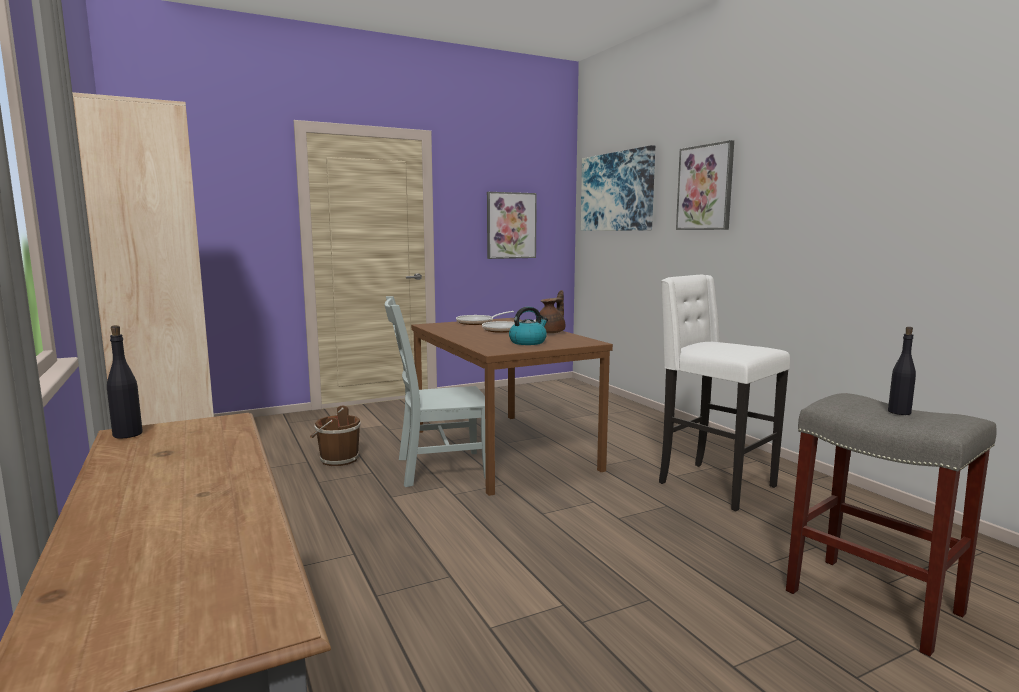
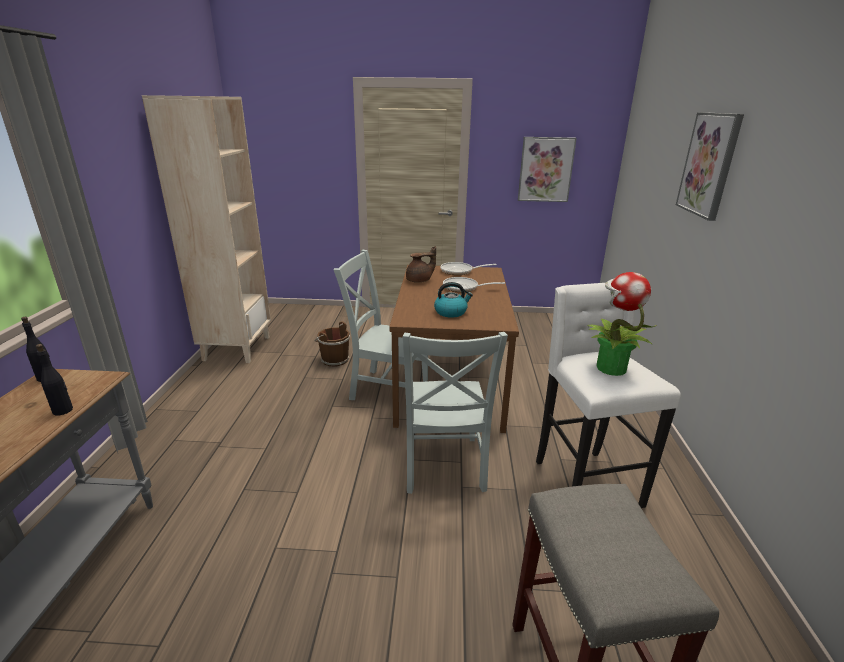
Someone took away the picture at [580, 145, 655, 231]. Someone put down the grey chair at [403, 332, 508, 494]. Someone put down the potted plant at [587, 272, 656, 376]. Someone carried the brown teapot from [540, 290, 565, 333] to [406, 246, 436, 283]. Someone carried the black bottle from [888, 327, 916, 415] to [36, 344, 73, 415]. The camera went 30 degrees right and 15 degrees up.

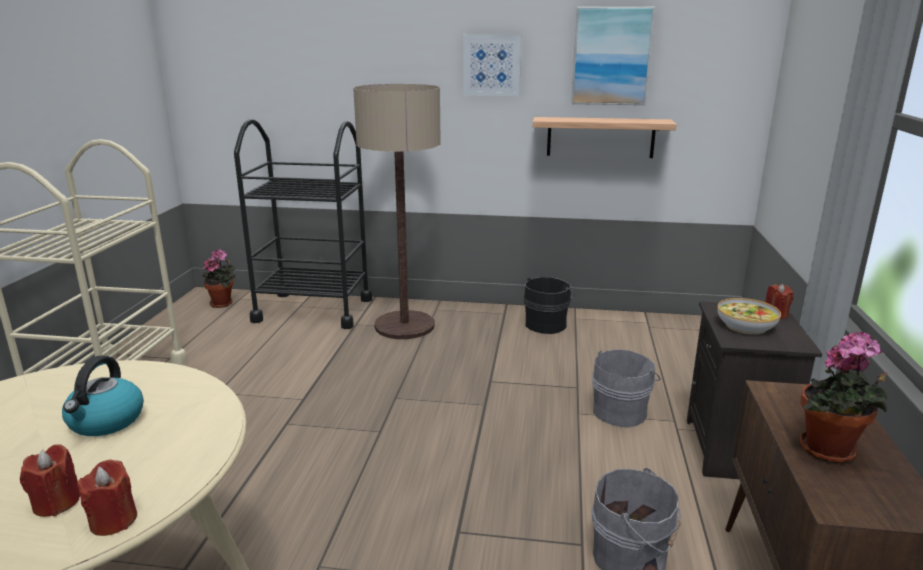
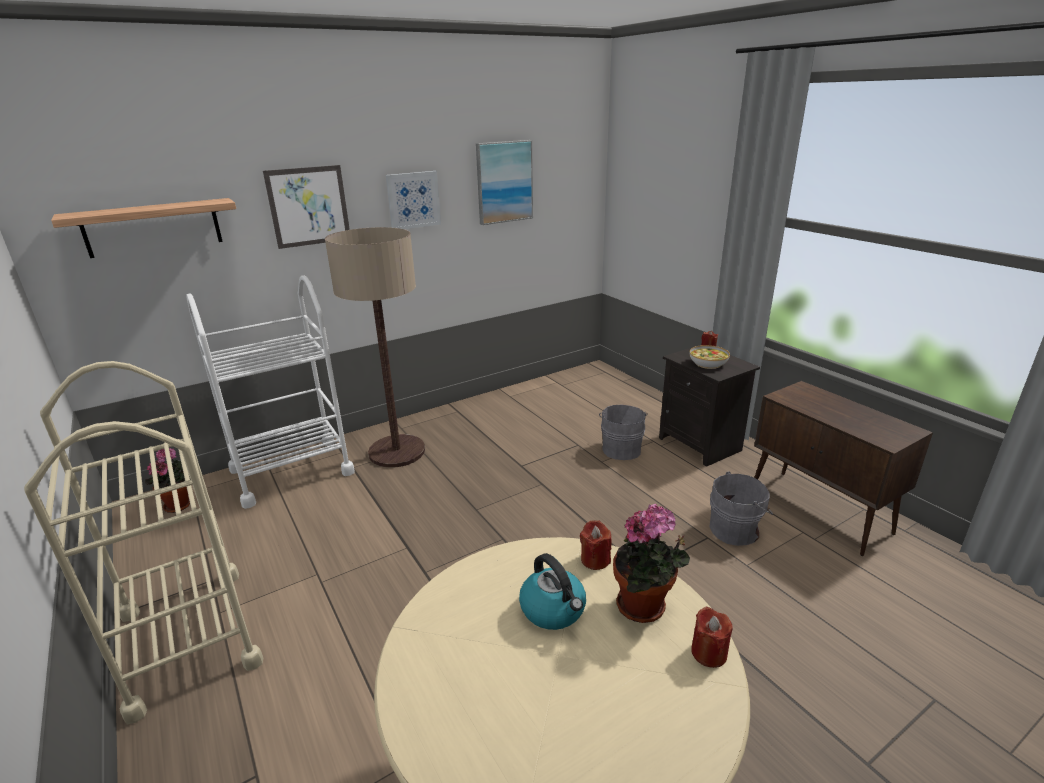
Someone took away the black bucket at [524, 277, 575, 334]. Someone put up the picture at [263, 165, 350, 249]. Someone carried the red candle from [20, 444, 80, 517] to [580, 520, 612, 570]. Someone carried the shelf from [533, 117, 677, 158] to [51, 198, 236, 258]. Someone carried the potted plant from [799, 331, 887, 463] to [613, 504, 690, 623]. Someone repainted the black cart at [234, 119, 372, 329], which became the white cart at [186, 275, 355, 509]. The camera went 40 degrees left and 5 degrees up.

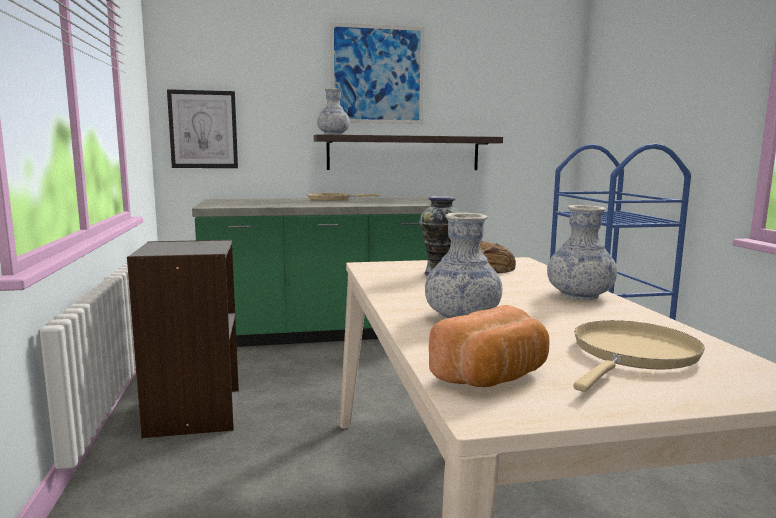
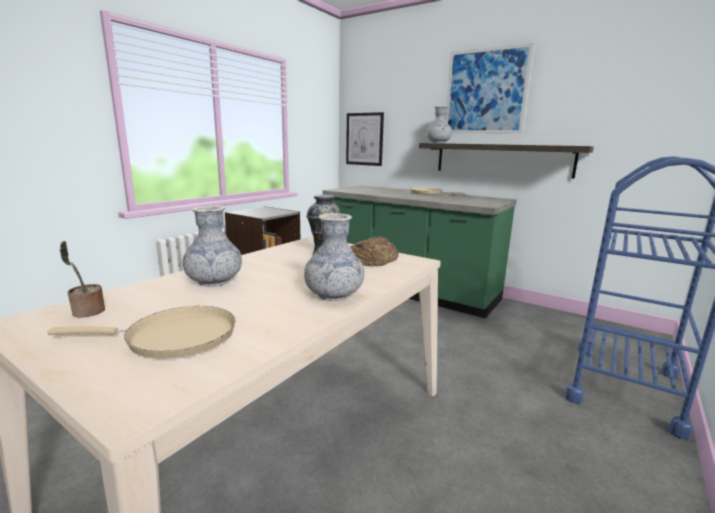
Someone swapped the bread at [429, 305, 549, 387] for the potted plant at [60, 241, 105, 317]. The camera went 45 degrees right and 5 degrees up.

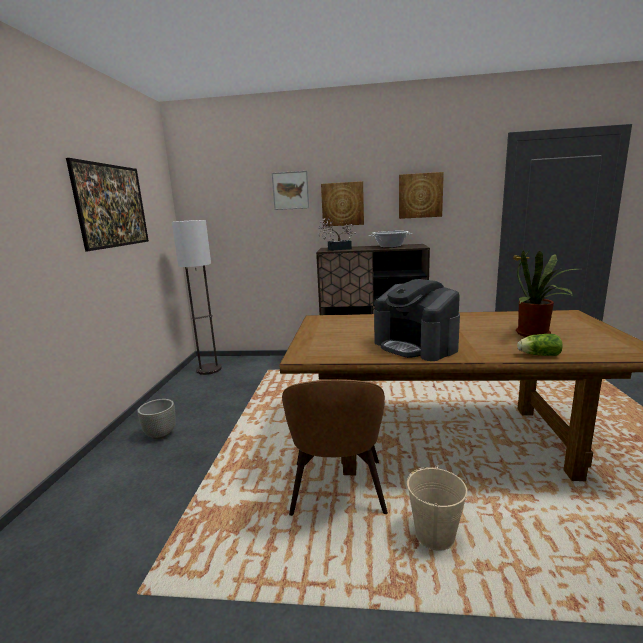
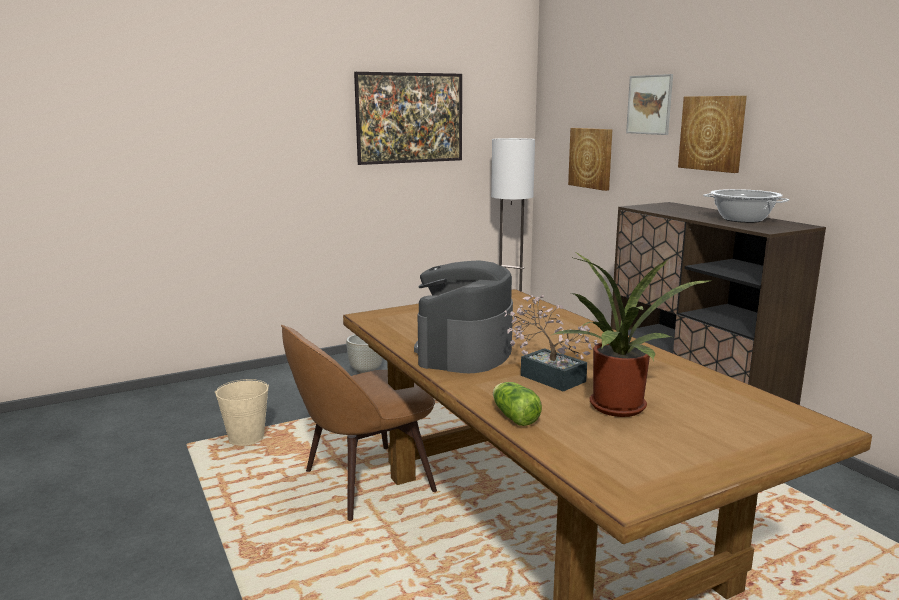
Someone carried the potted plant from [318, 218, 356, 251] to [504, 295, 598, 392]. Someone carried the picture from [399, 172, 444, 219] to [568, 128, 612, 191]. Someone carried the beige bucket from [407, 465, 467, 551] to [215, 379, 269, 446]. The camera went 55 degrees right and 0 degrees up.

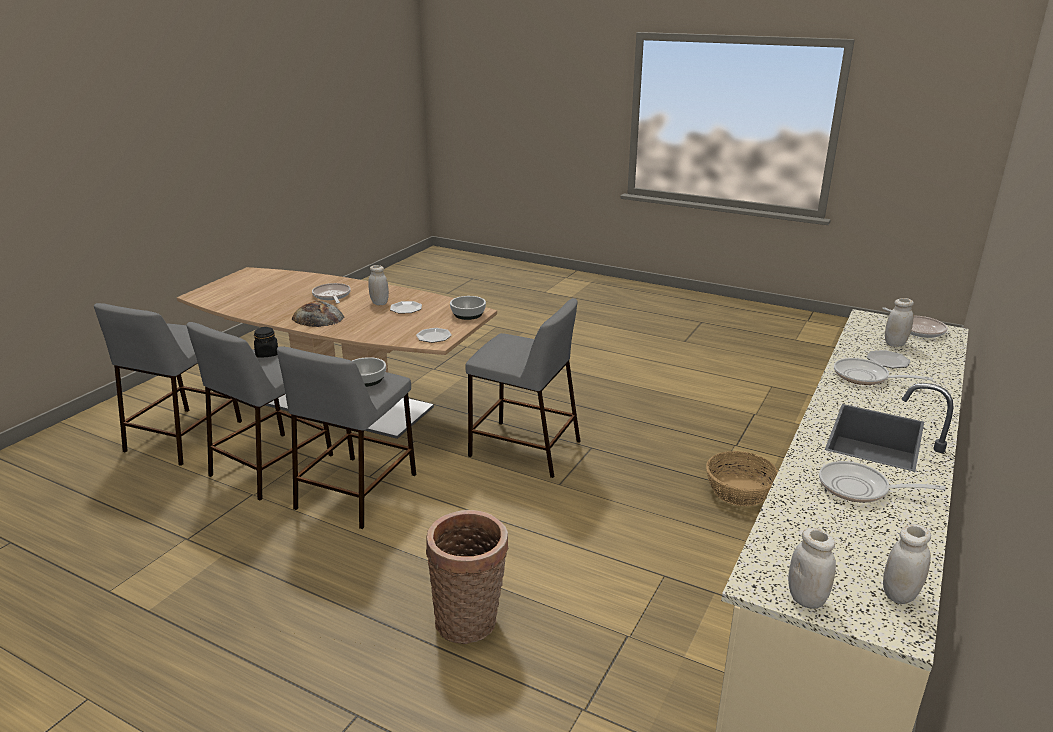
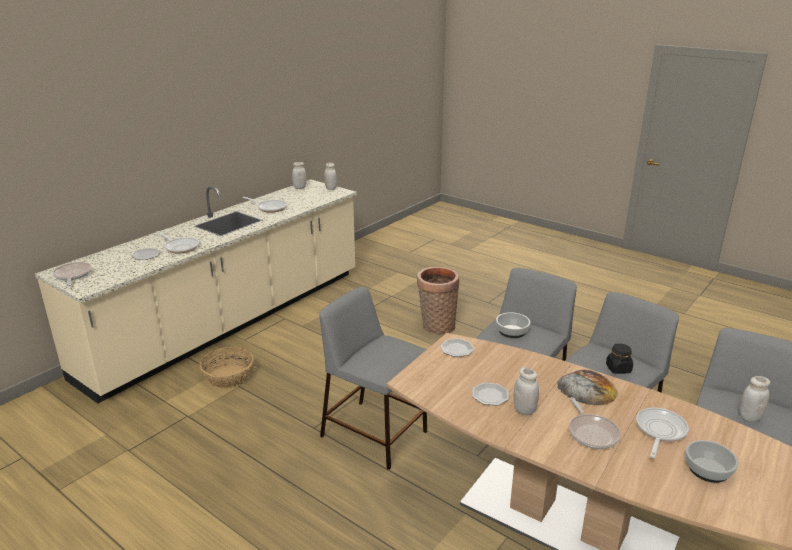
Someone put down the frying pan at [636, 408, 689, 458]. Someone carried the bowl from [450, 296, 486, 320] to [685, 440, 739, 483]. Someone carried the white jar from [885, 298, 914, 347] to [739, 376, 770, 422]. The camera went 170 degrees left and 0 degrees up.

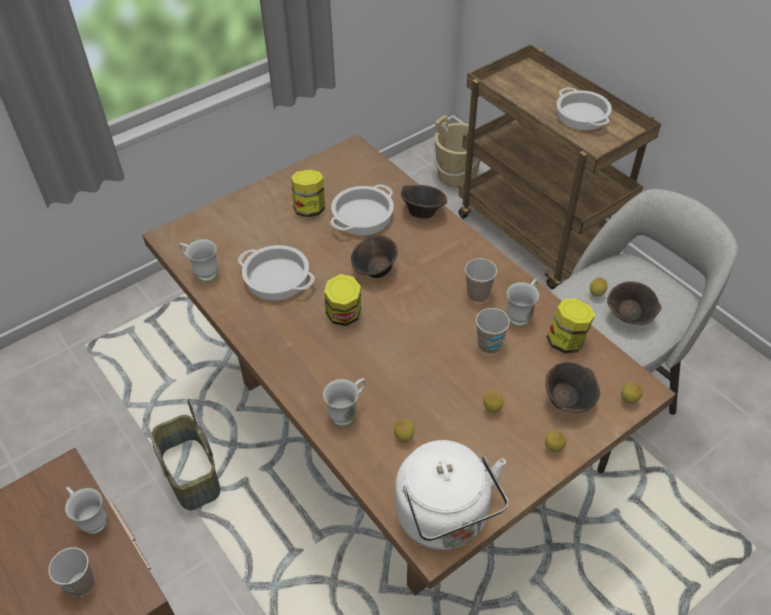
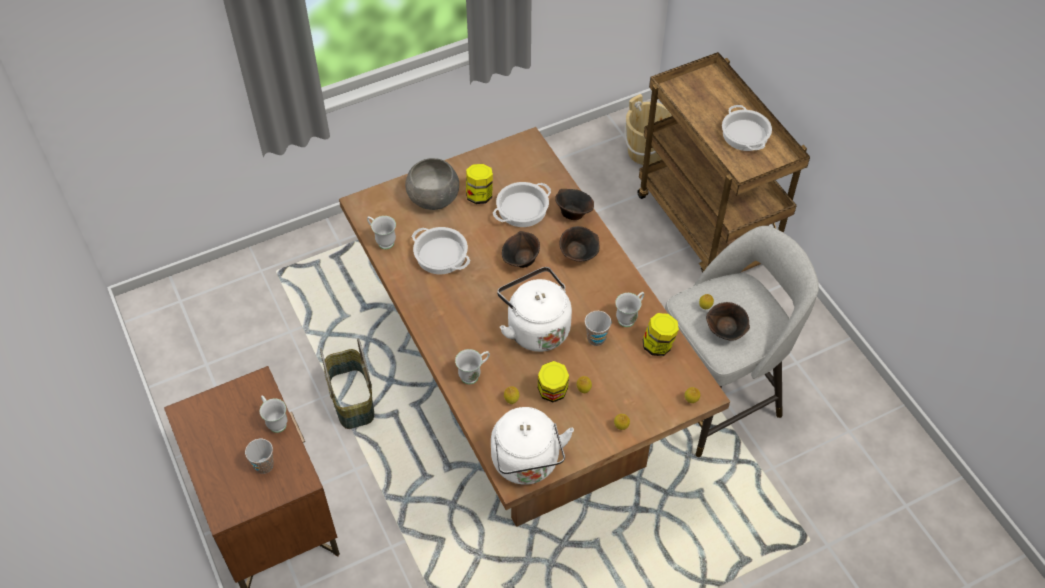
Someone took away the cup at [465, 258, 497, 302]. Someone put down the grey bowl at [405, 158, 459, 210]. Someone put down the white kettle at [497, 267, 572, 352]. Someone carried the jar from [324, 274, 361, 326] to [538, 361, 569, 402]. Someone carried the brown bowl from [545, 362, 600, 413] to [559, 226, 599, 262]. The camera went 10 degrees right and 5 degrees up.

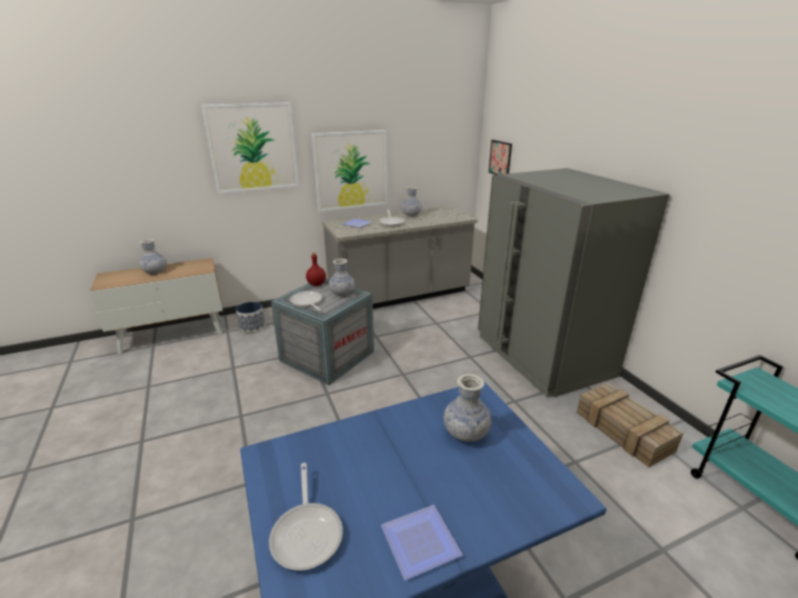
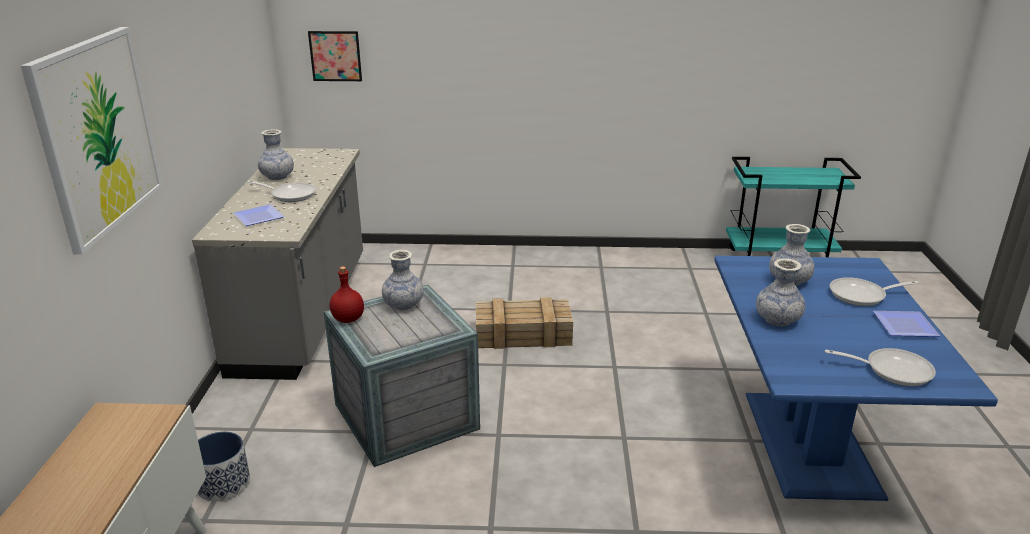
Someone took away the picture at [312, 130, 387, 212]. Someone took away the grey fridge at [478, 168, 670, 398]. Someone carried the vase from [139, 239, 167, 274] to [756, 259, 805, 326]. Someone carried the frying pan from [290, 291, 322, 311] to [830, 278, 919, 306]. Someone carried the crate from [577, 383, 683, 468] to [476, 297, 573, 349]. The camera went 65 degrees left and 0 degrees up.

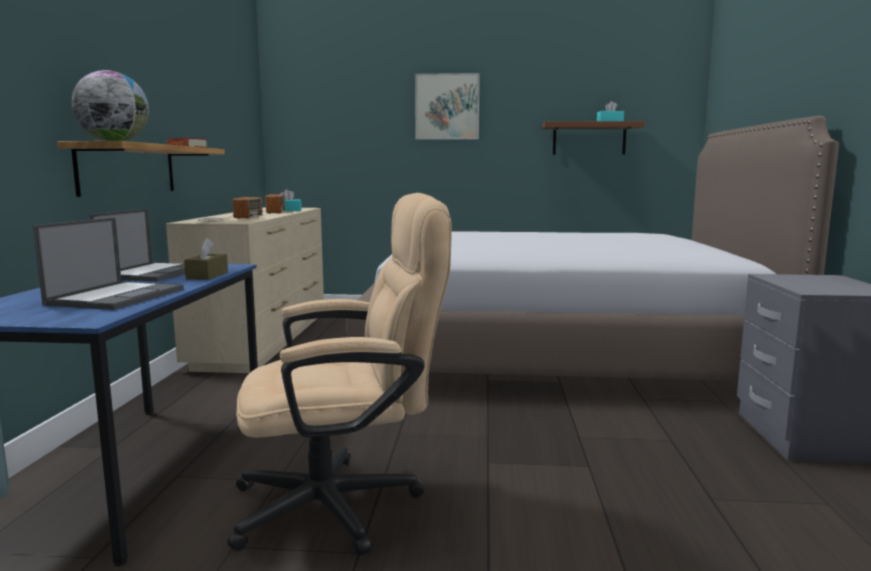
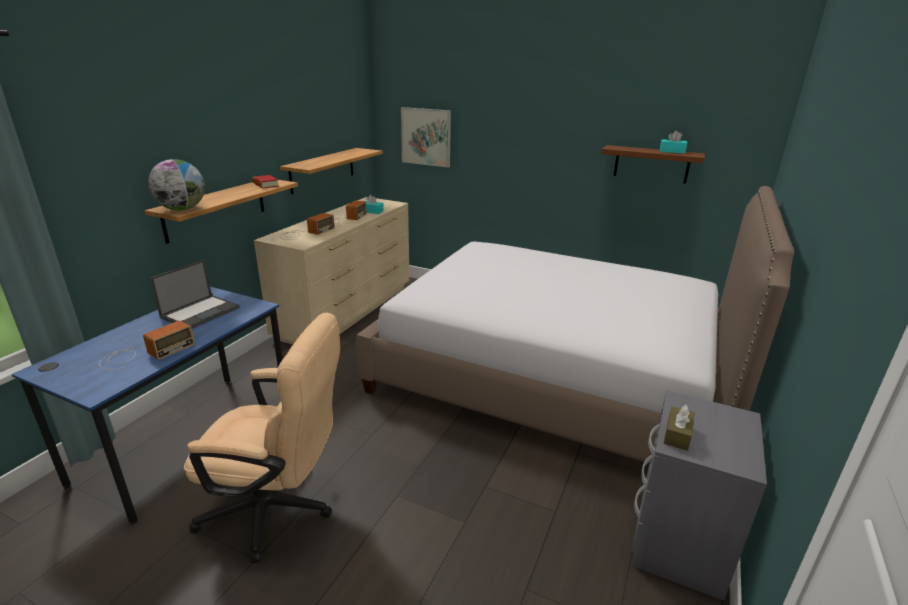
Someone put up the shelf at [280, 148, 383, 194]. Someone carried the brown tissue box from [184, 238, 228, 280] to [664, 404, 695, 451]. Someone carried the picture from [415, 73, 480, 140] to [401, 107, 451, 168]. Someone swapped the laptop at [33, 217, 184, 310] for the radio at [99, 321, 195, 371]. The camera went 20 degrees right and 15 degrees up.

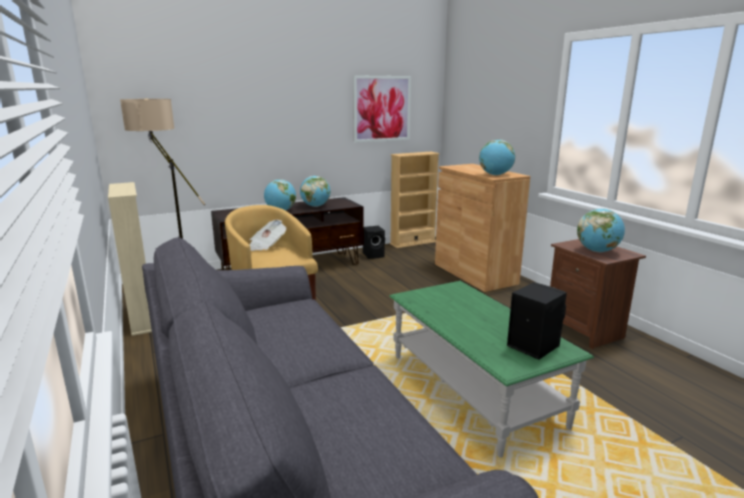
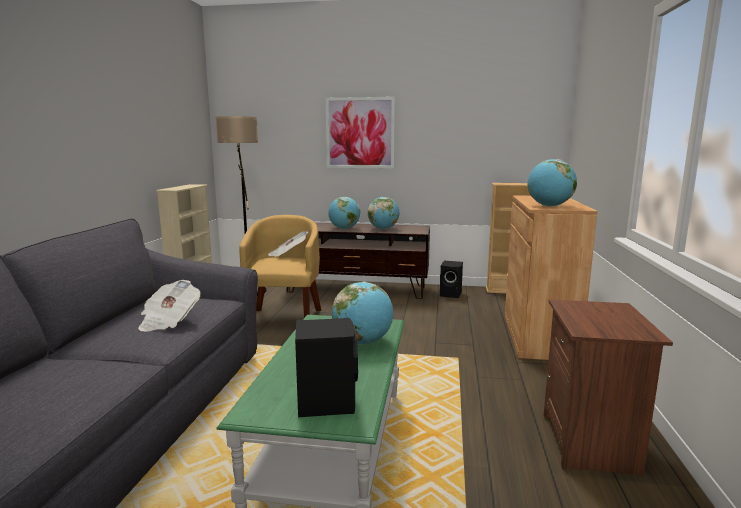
Someone put down the newspaper at [138, 280, 200, 332]. Someone carried the picture from [353, 75, 411, 143] to [325, 97, 395, 169]. Someone carried the globe from [577, 208, 625, 252] to [332, 282, 393, 345]. The camera went 35 degrees right and 5 degrees down.

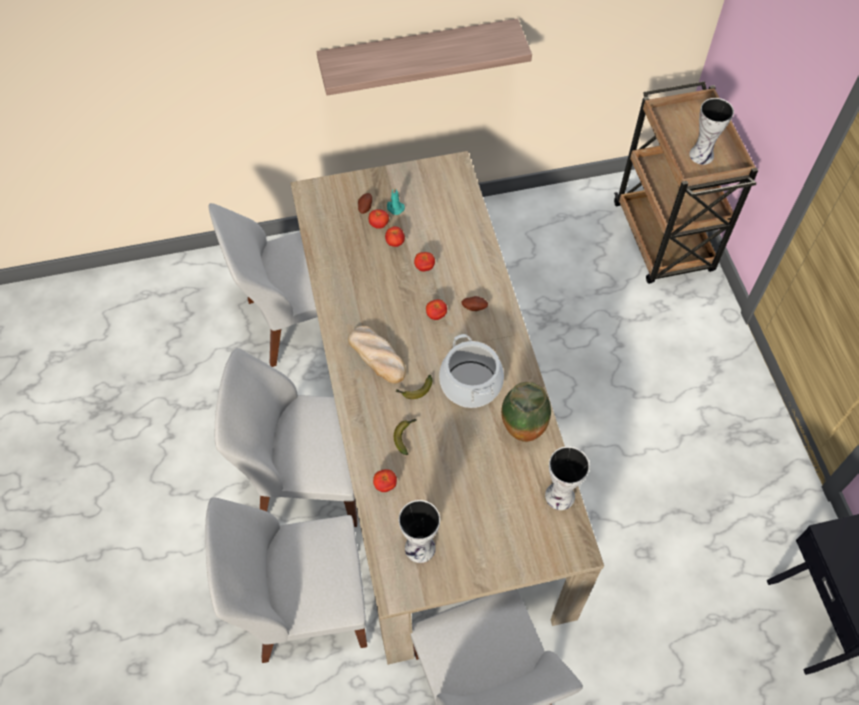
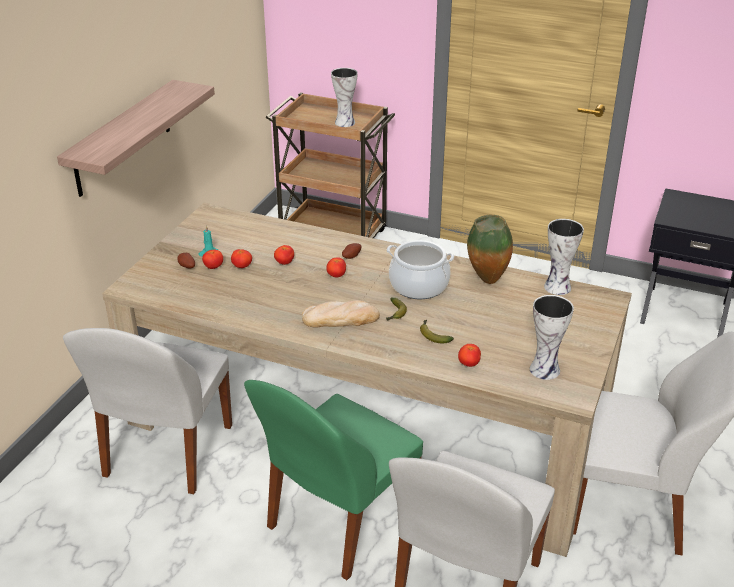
Someone repainted the white chair at [215, 348, 358, 527], which became the green chair at [244, 380, 423, 580]. The camera went 55 degrees left and 25 degrees down.

